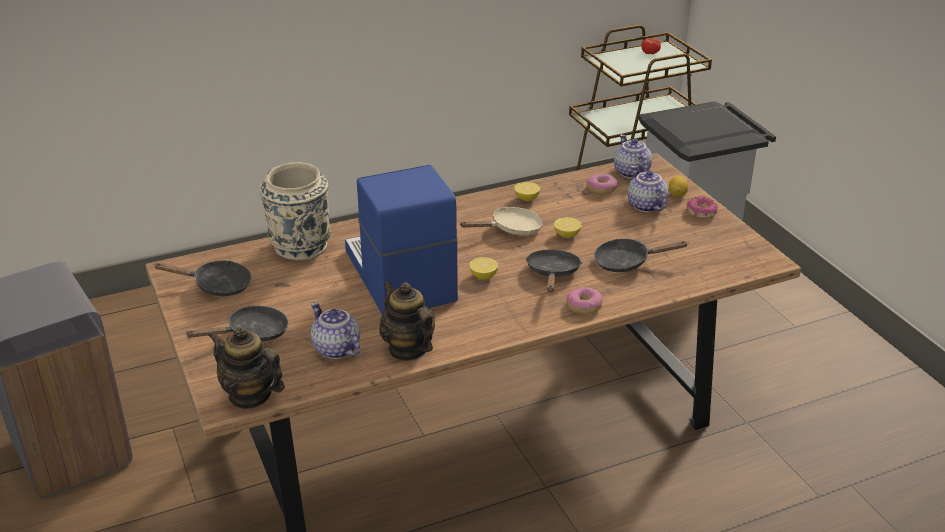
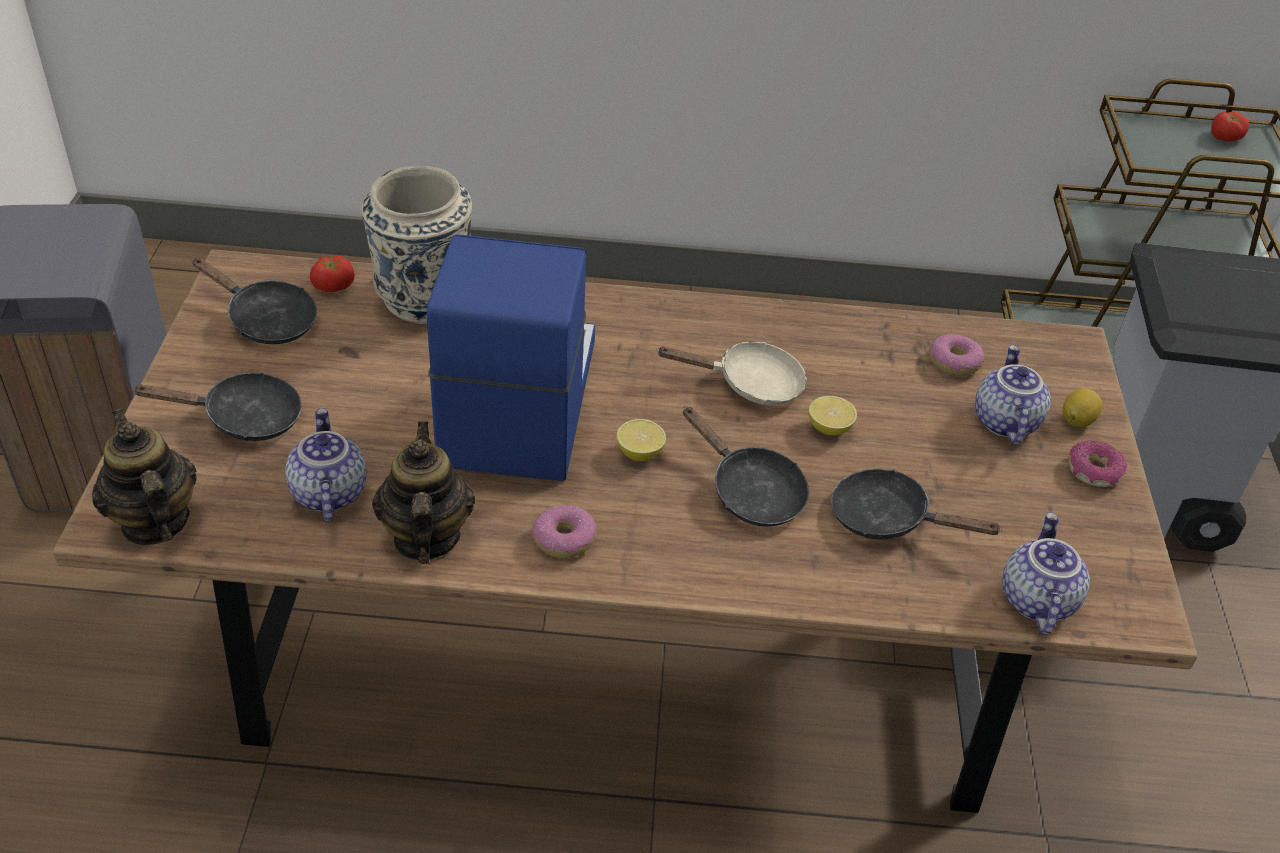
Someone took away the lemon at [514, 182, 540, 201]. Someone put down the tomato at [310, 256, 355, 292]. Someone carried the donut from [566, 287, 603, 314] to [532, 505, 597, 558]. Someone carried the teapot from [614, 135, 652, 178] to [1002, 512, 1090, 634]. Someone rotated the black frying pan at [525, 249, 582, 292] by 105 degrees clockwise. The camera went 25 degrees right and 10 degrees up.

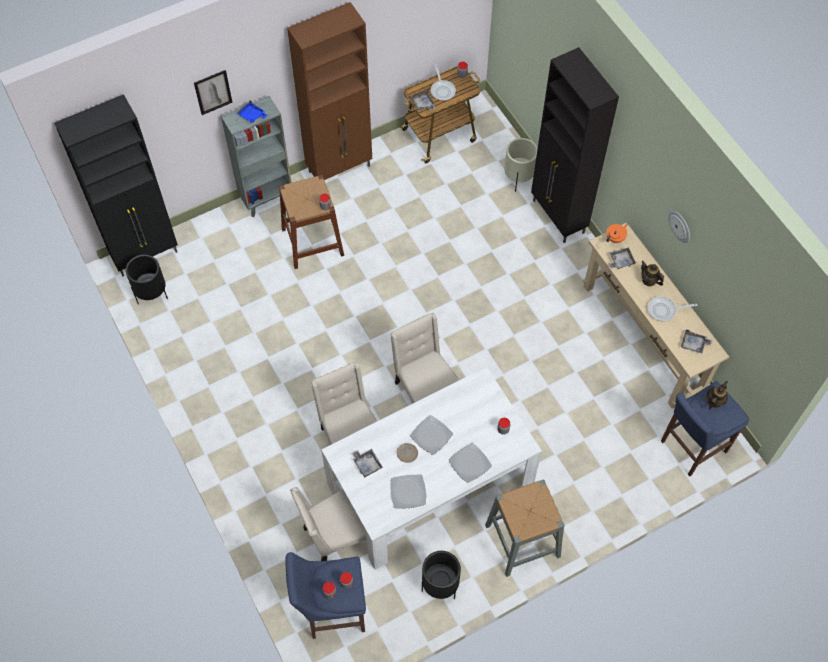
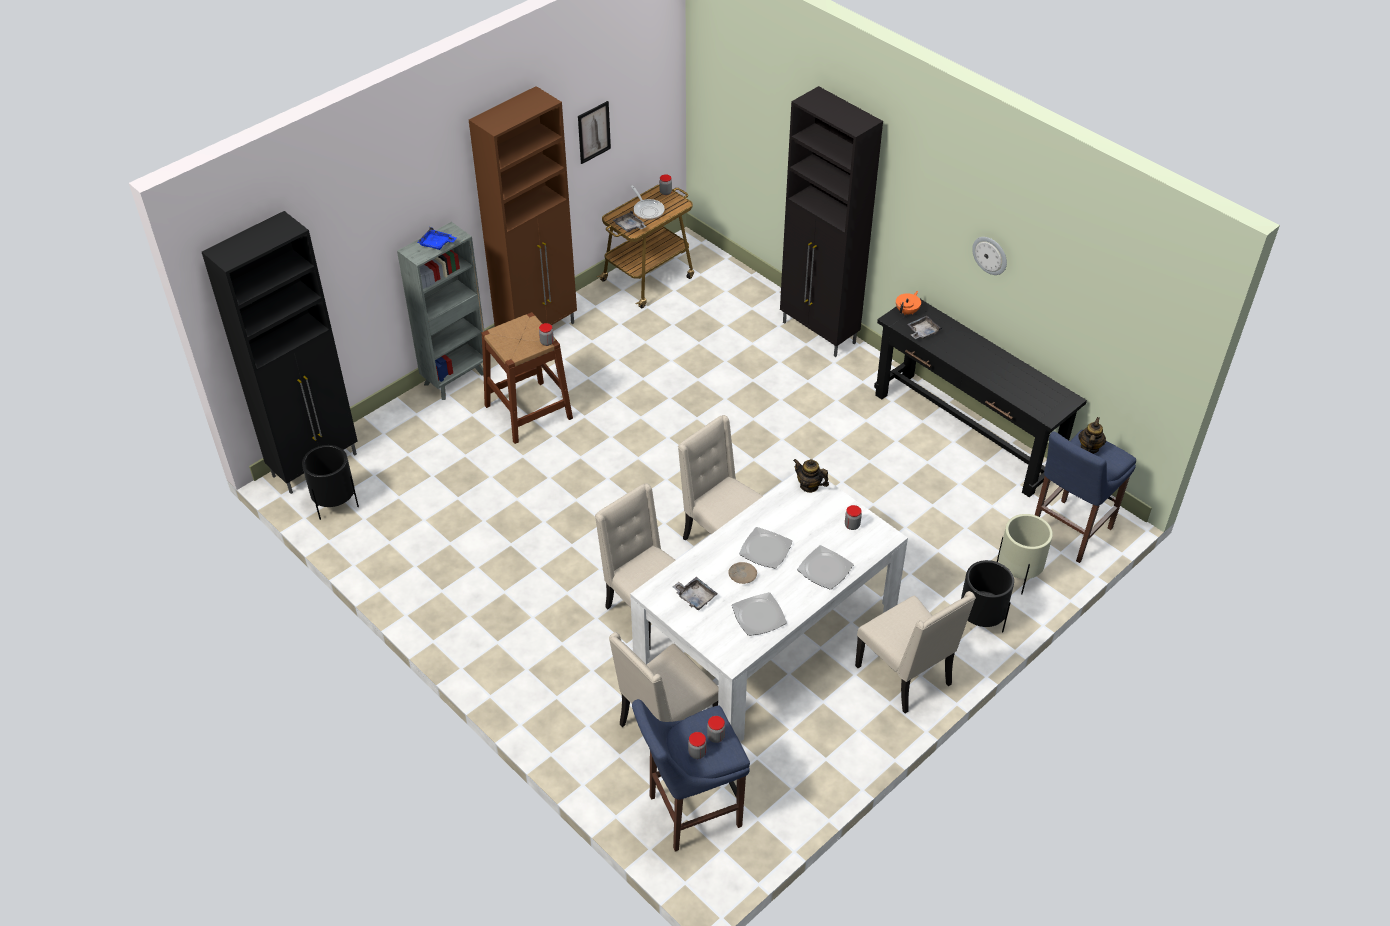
Someone took away the frying pan at [648, 296, 698, 322]. Someone took away the grey tray at [681, 329, 712, 353]. Someone carried the picture from [194, 70, 233, 115] to [578, 101, 611, 164]. Someone carried the black planter from [422, 551, 461, 599] to [961, 560, 1014, 632]. Someone carried the beige planter from [504, 138, 538, 192] to [997, 514, 1053, 594]. Someone carried the teapot from [641, 261, 664, 286] to [793, 459, 829, 493]. Someone swapped the grey stool at [485, 479, 564, 577] for the beige chair at [855, 591, 976, 713]. Someone repainted the beige console table at [583, 223, 729, 409], which became the black console table at [874, 299, 1087, 497]. The camera went 15 degrees left and 15 degrees down.

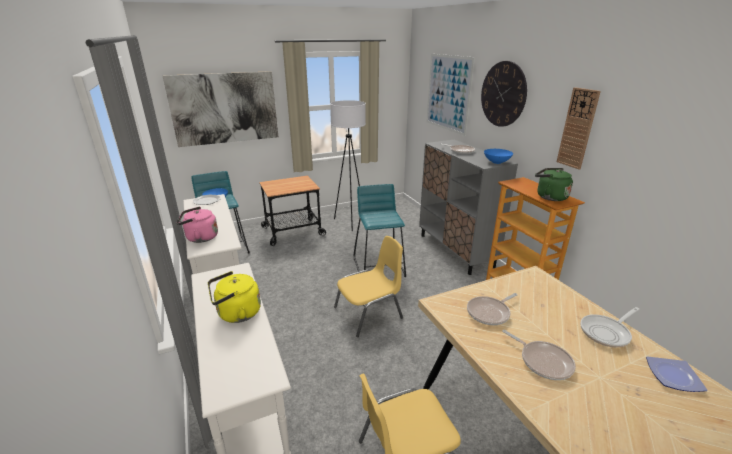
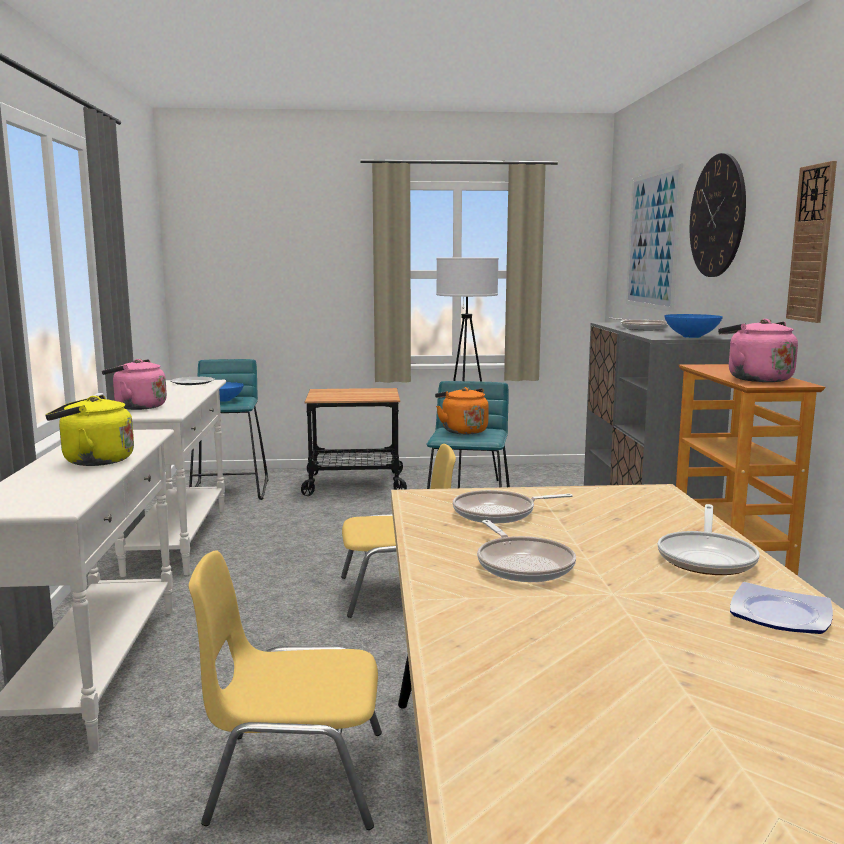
Someone took away the picture at [163, 71, 278, 147]. Someone put down the orange kettle at [435, 387, 489, 434]. Someone repainted the green kettle at [535, 168, 573, 201], which became the pink kettle at [718, 319, 798, 382]. Someone rotated the frying pan at [580, 307, 640, 347] by 60 degrees counterclockwise. The camera went 20 degrees right and 15 degrees down.

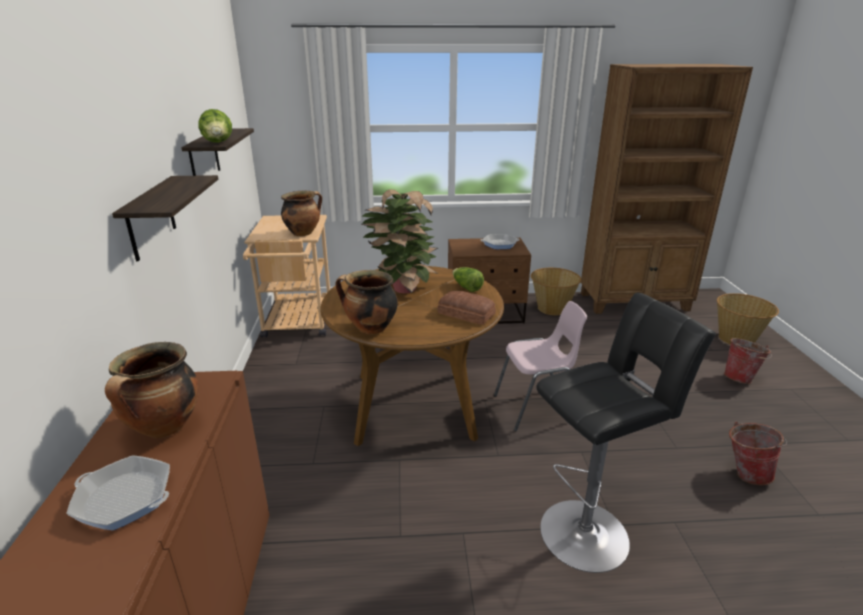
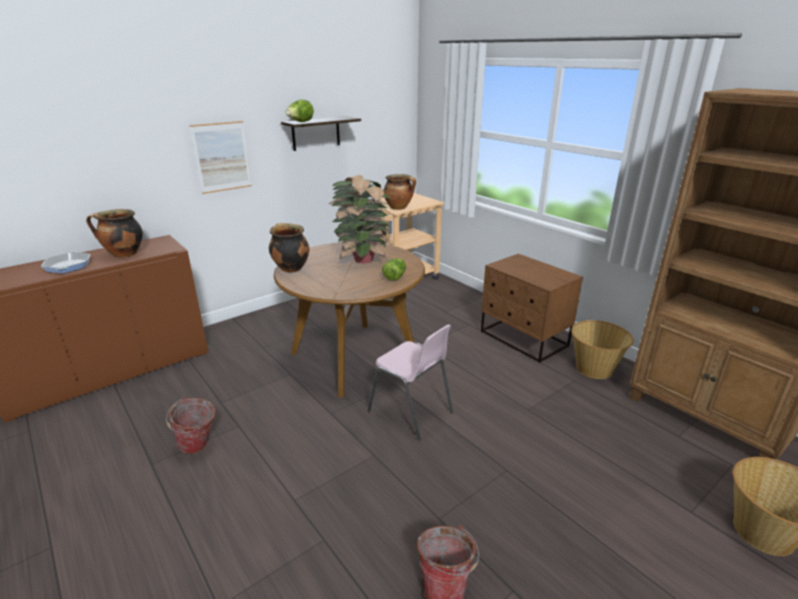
Someone took away the bread at [438, 291, 496, 325]. Someone took away the frying pan at [481, 234, 520, 249]. Someone took away the black stool at [536, 293, 716, 573]. Someone carried the bucket from [724, 338, 772, 384] to [166, 396, 215, 454]. Someone swapped the shelf at [112, 175, 218, 261] for the picture at [190, 121, 252, 194]. The camera went 55 degrees right and 0 degrees up.

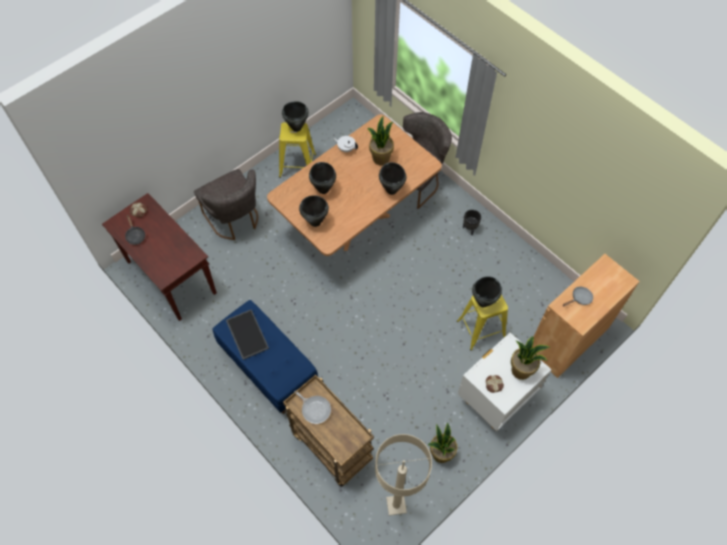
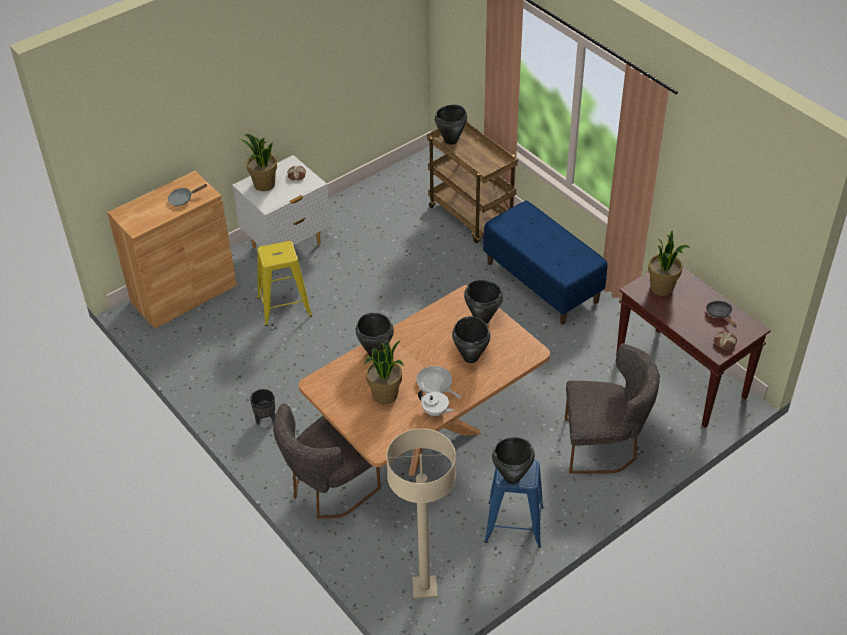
Someone took away the tray at [226, 309, 269, 360]. Someone carried the frying pan from [294, 390, 331, 424] to [416, 366, 461, 398]. Someone carried the beige floor lamp from [375, 434, 432, 515] to [386, 428, 456, 599]. Someone carried the potted plant from [428, 423, 458, 463] to [648, 230, 690, 296]. Someone carried the black cooking pot from [472, 276, 502, 307] to [435, 105, 467, 145]. Someone repainted the yellow stool at [279, 122, 316, 178], which became the blue stool at [484, 459, 544, 548]. Someone rotated the grey chair at [194, 169, 258, 240] by 120 degrees clockwise. The camera went 175 degrees left and 15 degrees down.

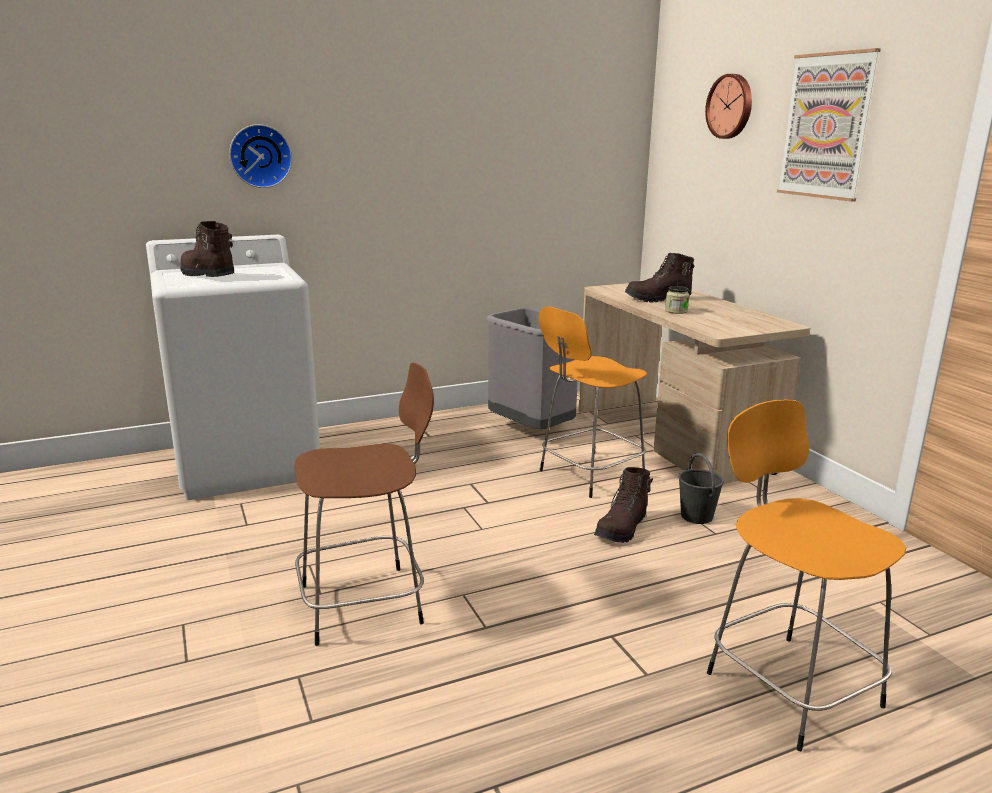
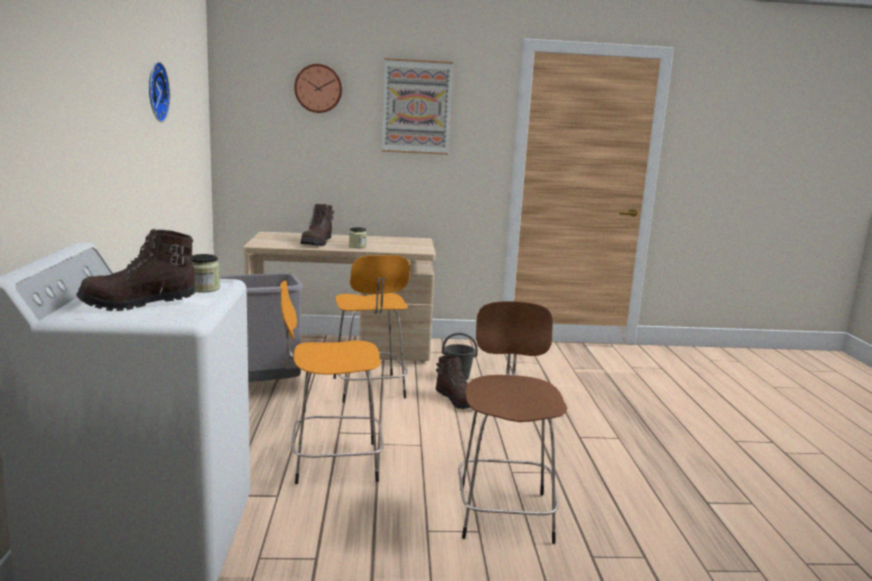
Someone put down the jar at [193, 254, 220, 293]. Someone carried the wall clock from [229, 124, 292, 188] to [149, 62, 170, 122]. Someone carried the orange stool from [707, 400, 906, 752] to [280, 280, 384, 484]. The camera went 70 degrees left and 5 degrees down.

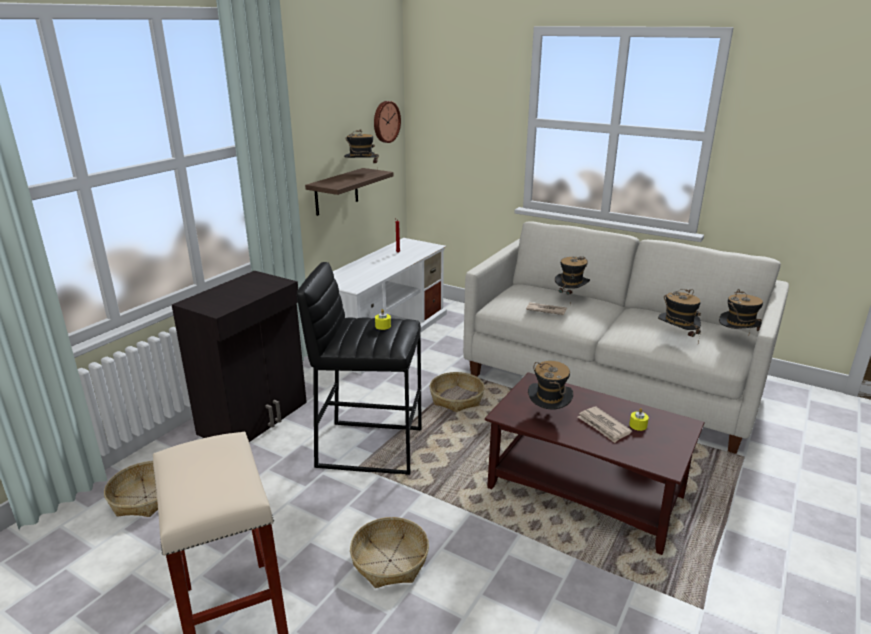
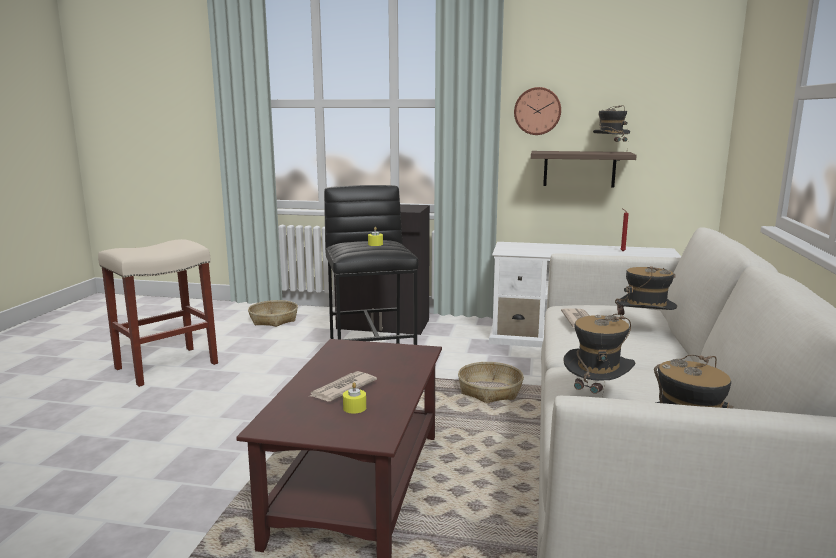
Someone took away the basket at [350, 517, 429, 588]. Someone took away the hat at [528, 361, 573, 409]. Someone carried the wall clock from [374, 101, 401, 143] to [514, 87, 561, 135]. The camera went 70 degrees right and 10 degrees down.

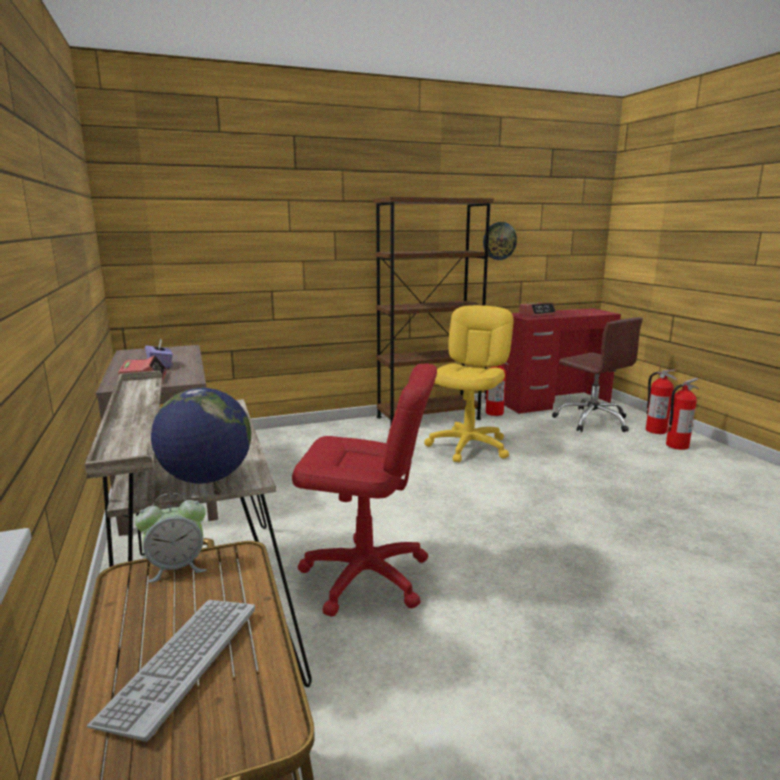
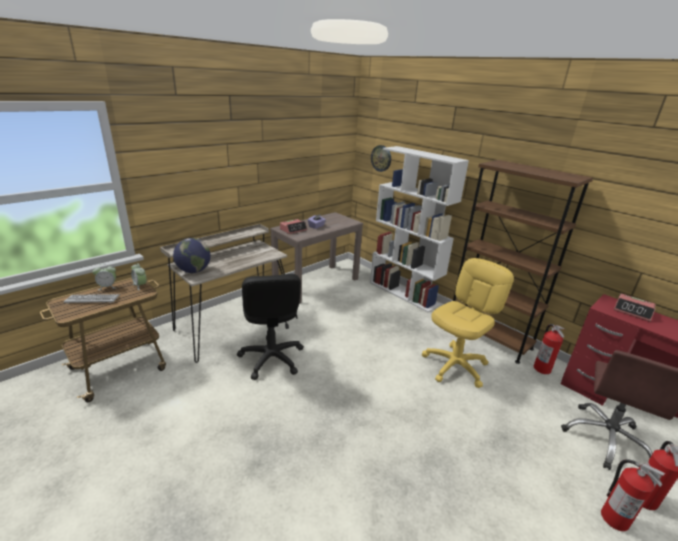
Someone put down the alarm clock at [92, 264, 116, 290]. Someone put down the white bookcase at [370, 146, 469, 313]. Someone carried the wall clock from [483, 222, 517, 260] to [371, 145, 391, 172]. Someone repainted the red office chair at [292, 364, 437, 617], which became the black office chair at [237, 274, 304, 380]. Someone rotated the yellow office chair at [424, 305, 514, 462] by 45 degrees counterclockwise. The camera went 65 degrees right and 10 degrees up.

